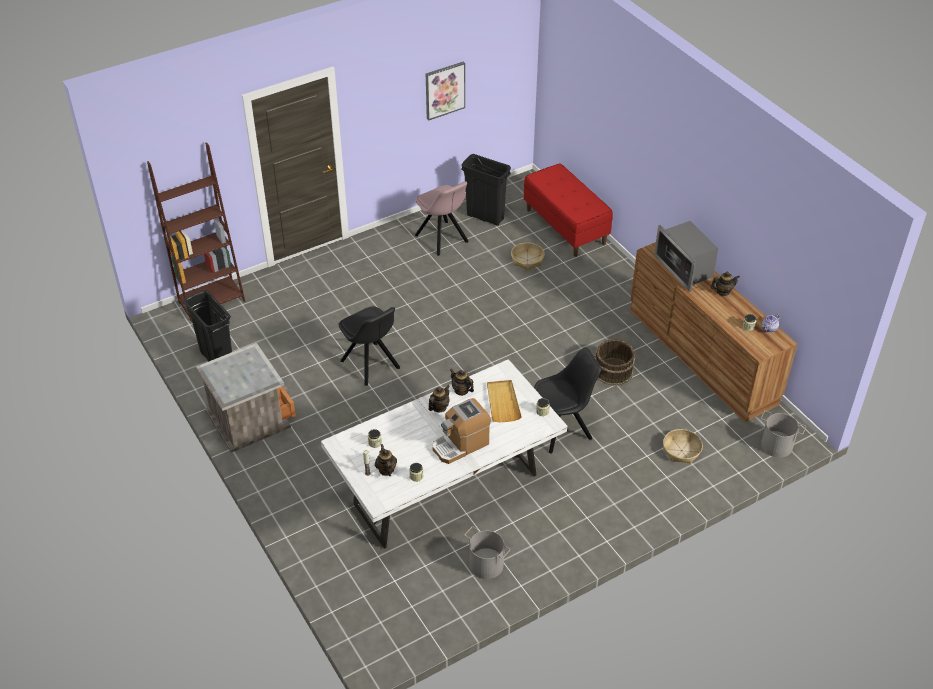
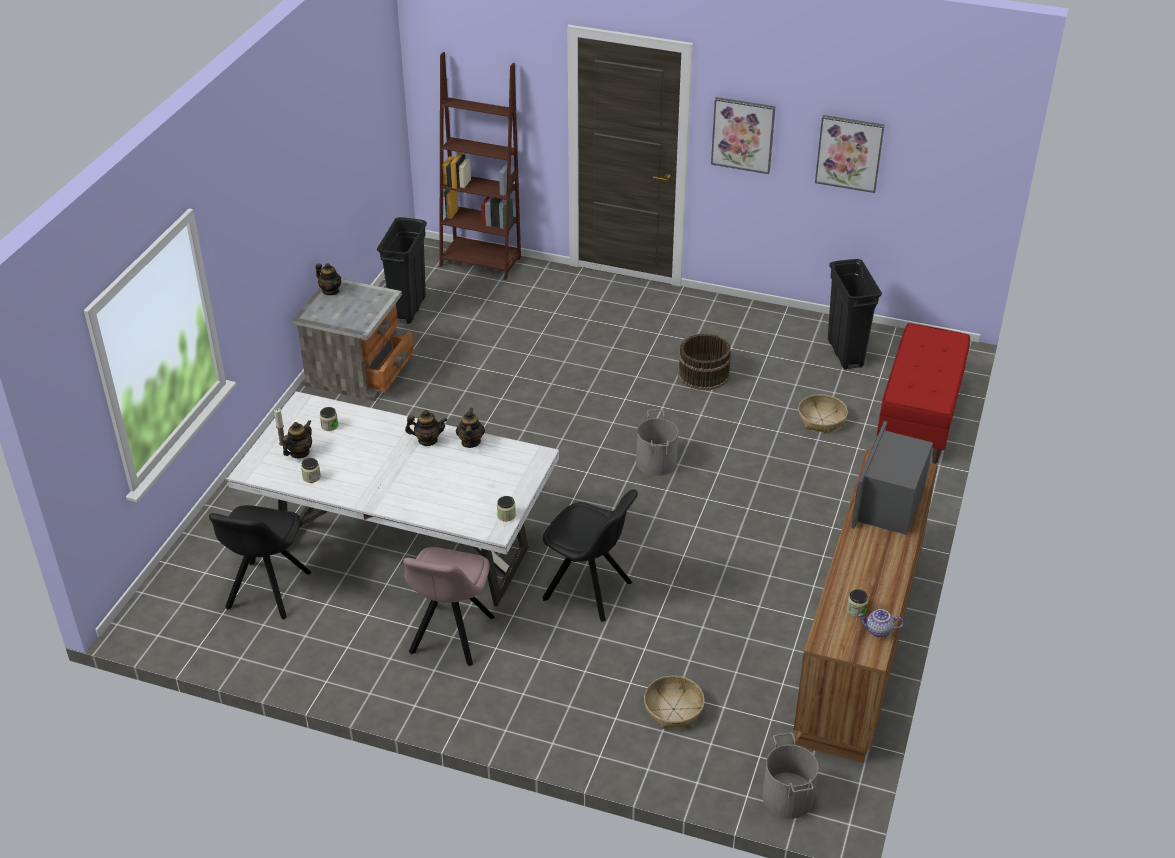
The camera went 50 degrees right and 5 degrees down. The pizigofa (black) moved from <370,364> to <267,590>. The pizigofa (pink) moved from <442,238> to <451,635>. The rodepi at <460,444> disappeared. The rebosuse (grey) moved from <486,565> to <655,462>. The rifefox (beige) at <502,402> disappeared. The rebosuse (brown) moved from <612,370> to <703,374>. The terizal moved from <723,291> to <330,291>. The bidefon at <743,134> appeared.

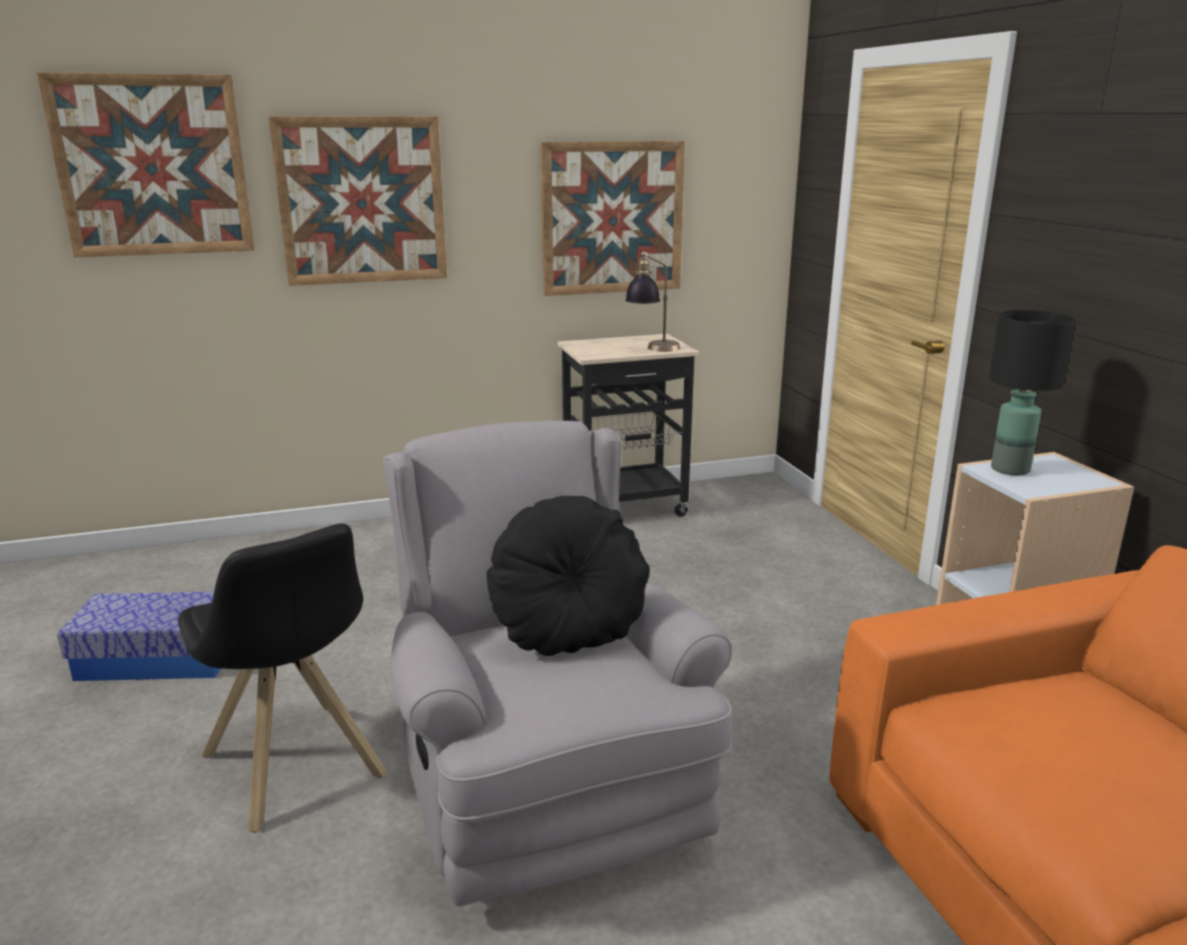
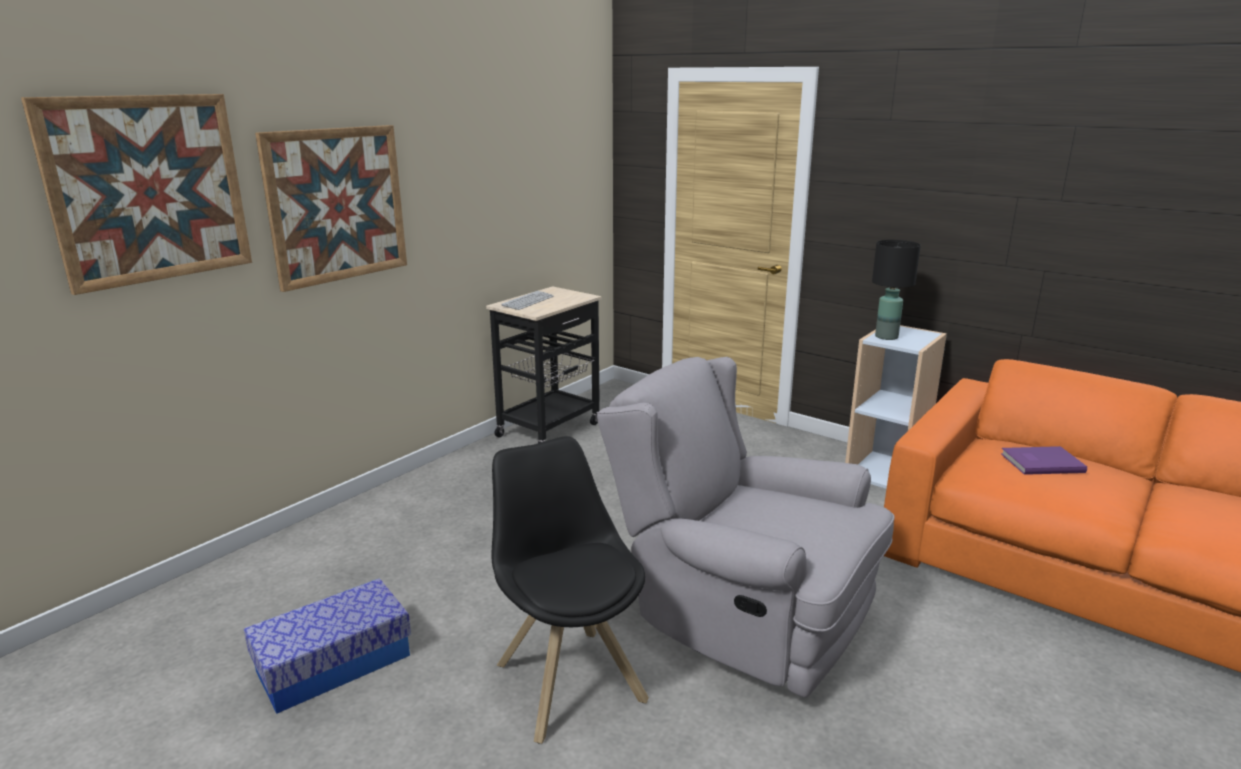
The camera went 35 degrees left and 0 degrees up. The pizigofa (black) at <295,765> turned 135 degrees counterclockwise. The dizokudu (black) at <569,638> disappeared. The bidefon at <612,218> disappeared. The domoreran at <652,350> disappeared. The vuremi at <528,301> appeared. The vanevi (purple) at <1040,462> appeared.

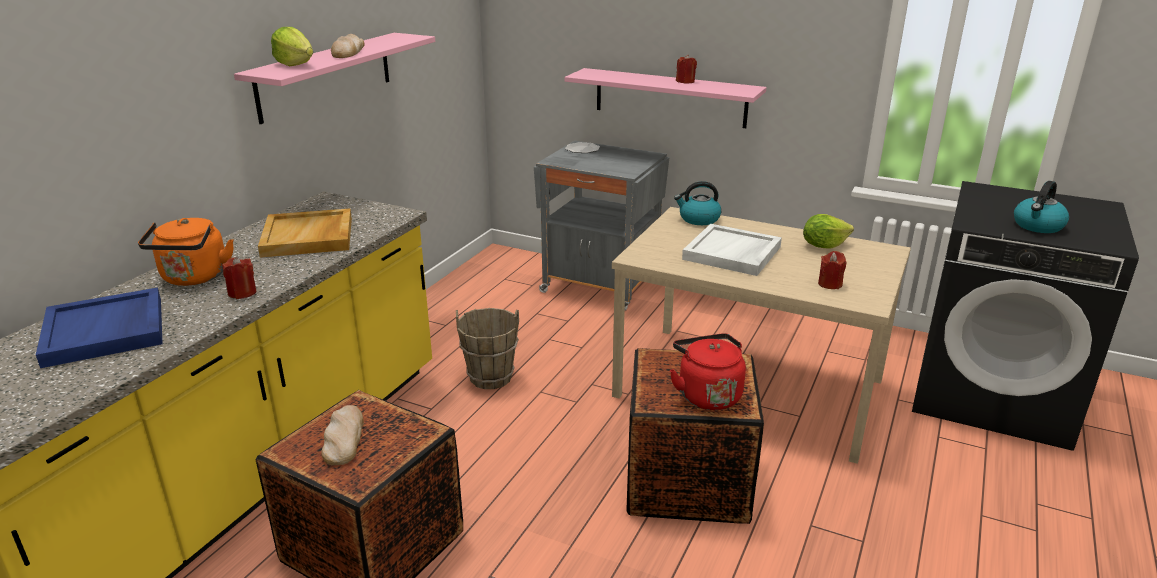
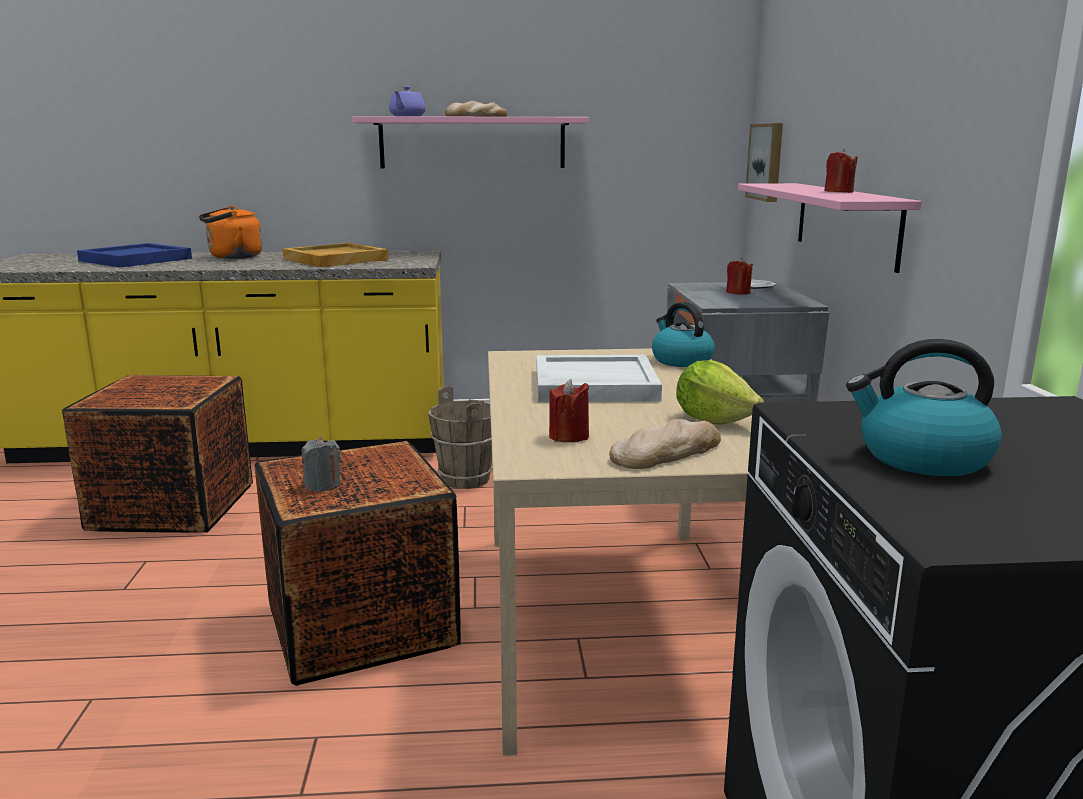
The camera went 60 degrees right and 10 degrees down. The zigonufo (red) moved from <242,293> to <738,292>. The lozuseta at <295,64> was replaced by the terizal (purple) at <407,116>. The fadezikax moved from <343,438> to <666,452>. The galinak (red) at <707,394> was replaced by the zigonufo (grey) at <322,485>. The bidefon at <767,162> appeared.

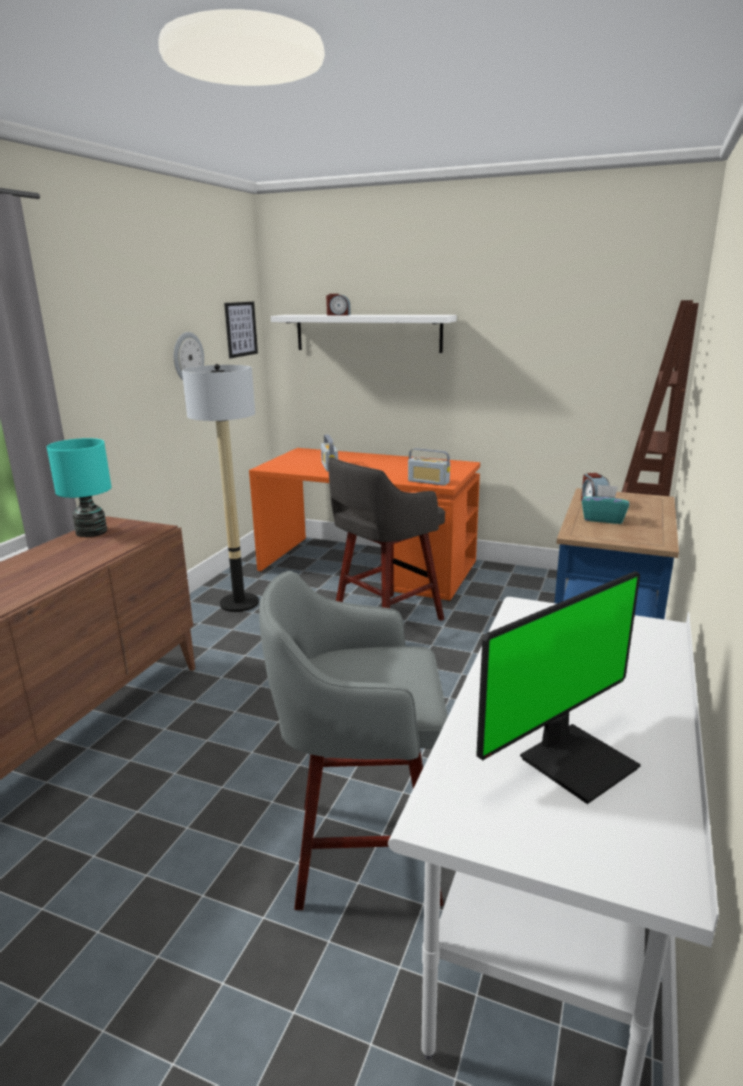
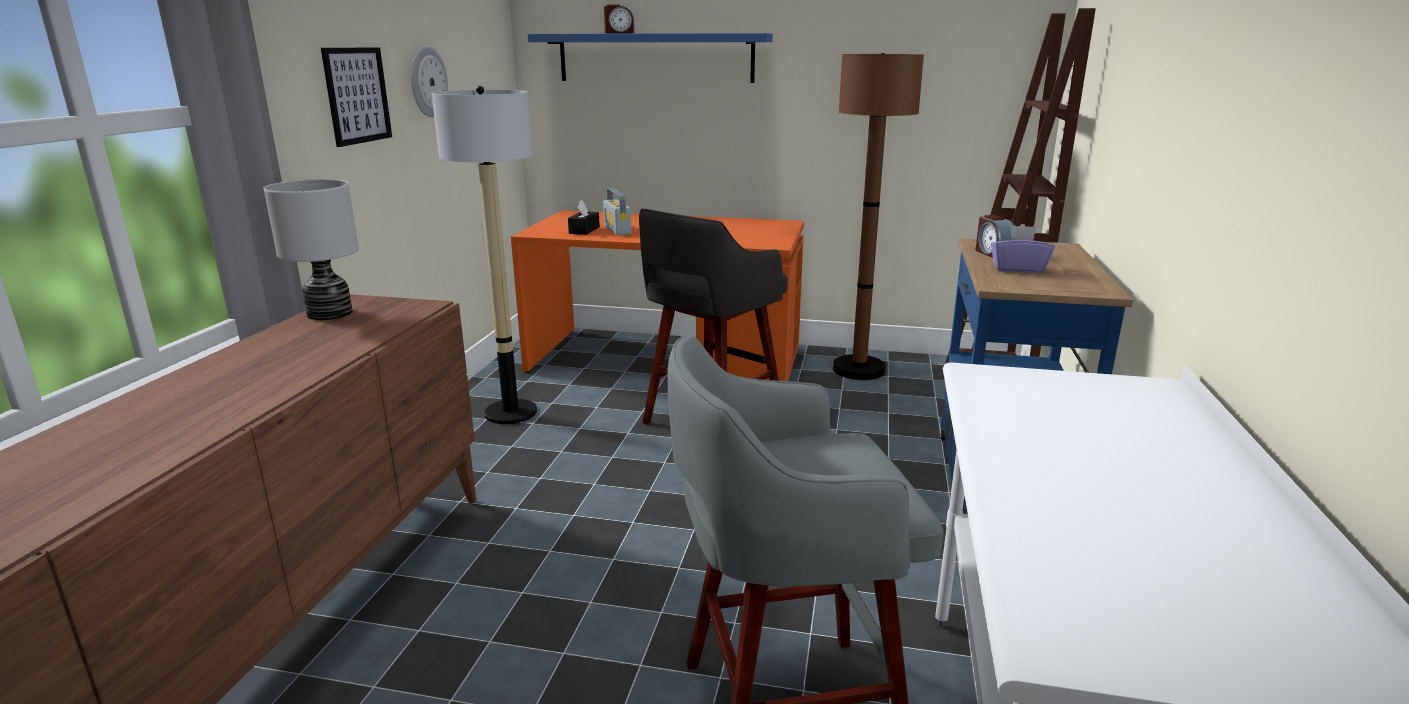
The camera went 10 degrees left and 0 degrees up. The domoreran (turquoise) at <91,532> became the domoreran (grey) at <330,314>. The bidefon moved from <240,329> to <357,95>. The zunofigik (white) at <367,333> became the zunofigik (blue) at <655,58>. The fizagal at <428,482> disappeared. The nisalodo at <575,760> disappeared. The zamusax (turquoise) at <603,519> became the zamusax (purple) at <1018,269>. The zamusax (black) at <584,230> appeared. The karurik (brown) at <858,370> appeared.

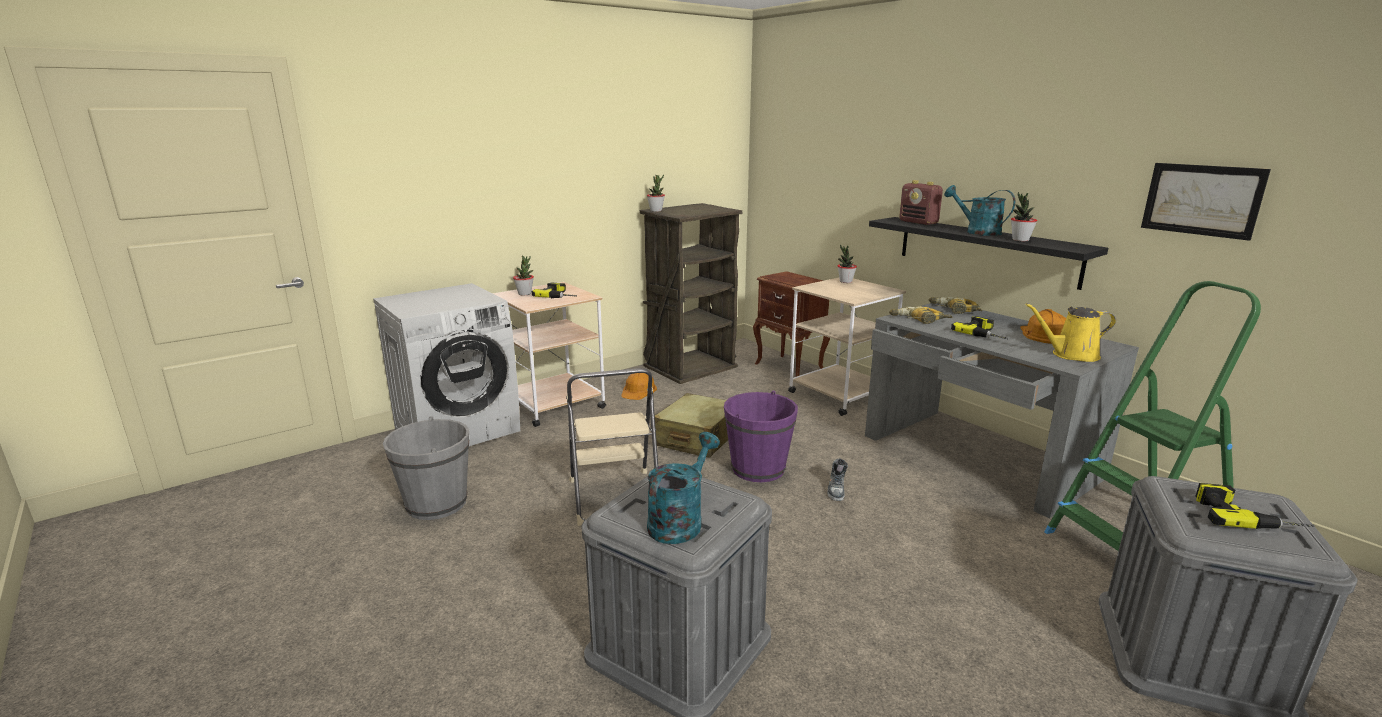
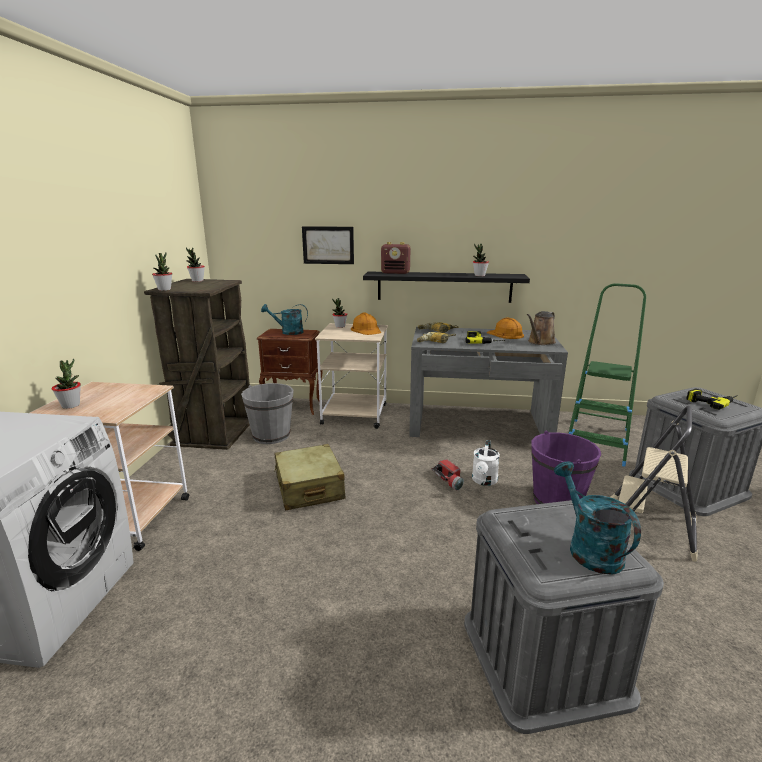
The camera went 45 degrees left and 0 degrees up. The rebosuse (grey) moved from <436,504> to <271,435>. The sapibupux at <560,295> disappeared. The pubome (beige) moved from <614,499> to <653,528>. The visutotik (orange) moved from <638,390> to <366,330>. The rebosuse (purple) moved from <758,469> to <557,500>. The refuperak at <836,489> was replaced by the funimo at <449,480>. The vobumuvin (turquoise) moved from <977,232> to <288,332>. The vobumuvin (yellow) at <1071,355> became the vobumuvin (brown) at <540,342>. The bidefon moved from <1201,200> to <328,245>. The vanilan at <197,281> appeared. The vobumuvin (white) at <484,481> appeared.

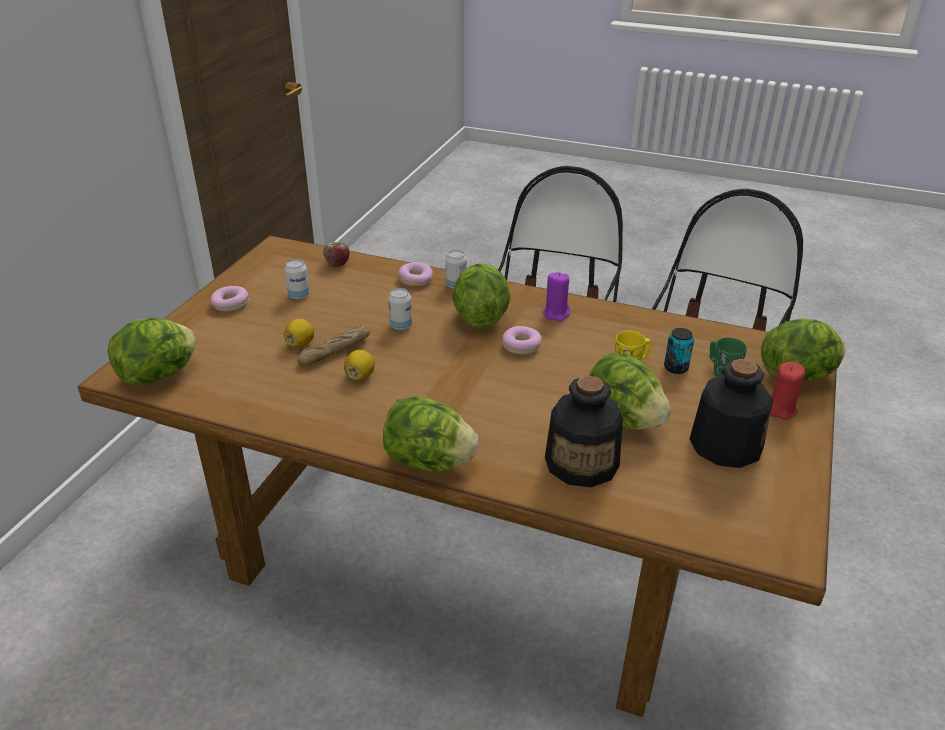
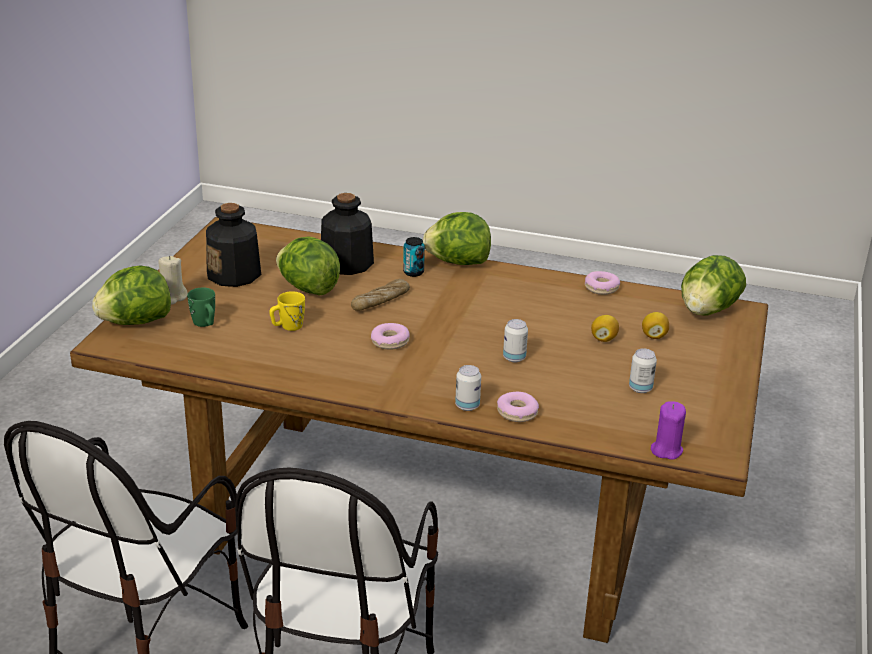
The camera went 175 degrees right and 5 degrees down. The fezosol moved from <230,304> to <601,288>. The fadezikax moved from <335,351> to <380,301>. The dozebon at <337,264> disappeared. The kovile moved from <360,376> to <654,336>. The lozuseta at <479,317> disappeared. The zigonufo (purple) moved from <556,314> to <666,450>. The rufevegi moved from <676,368> to <413,272>. The zigonufo (red) at <780,409> became the zigonufo (beige) at <173,297>.

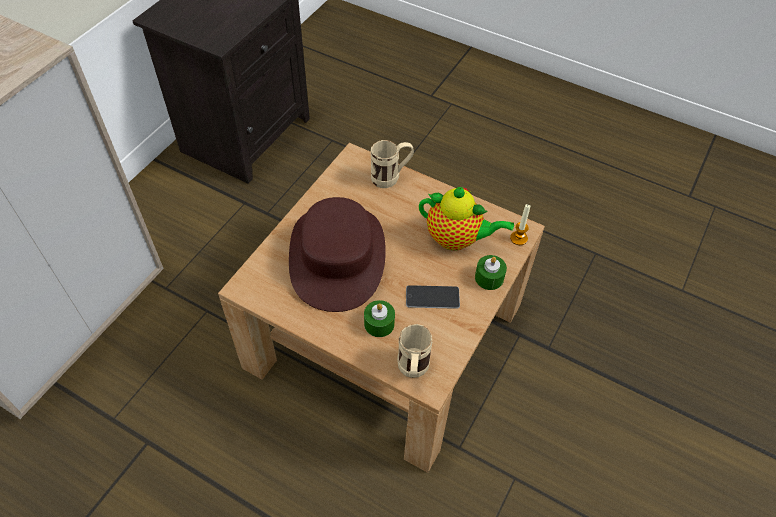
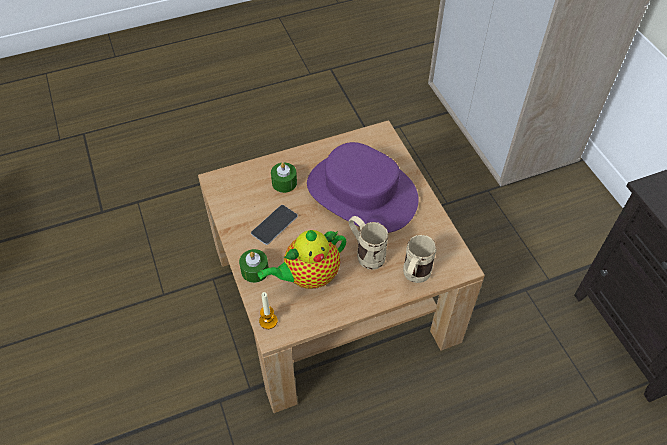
The camera went 130 degrees right and 0 degrees up. The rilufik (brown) at <338,257> became the rilufik (purple) at <361,193>. The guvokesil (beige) moved from <412,371> to <366,253>.

